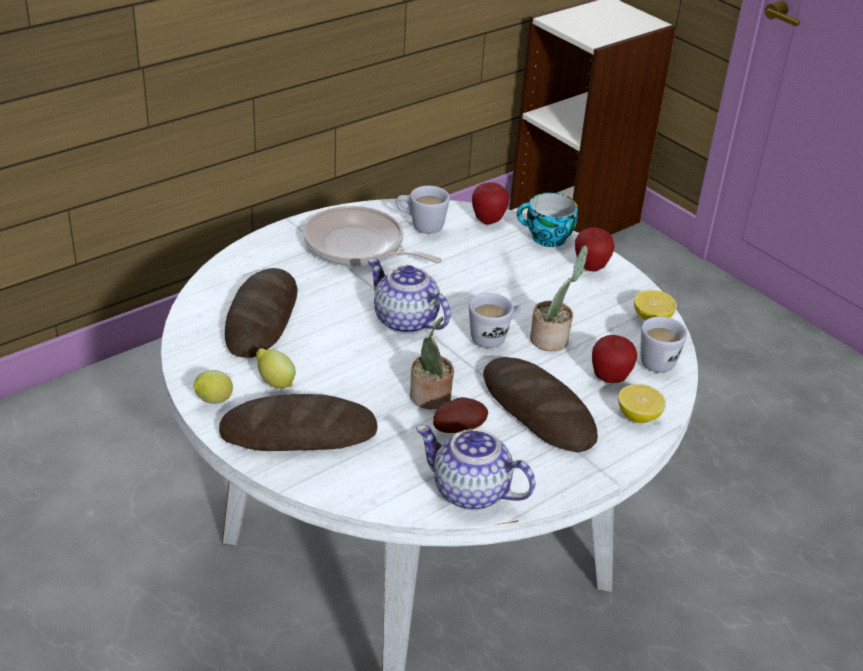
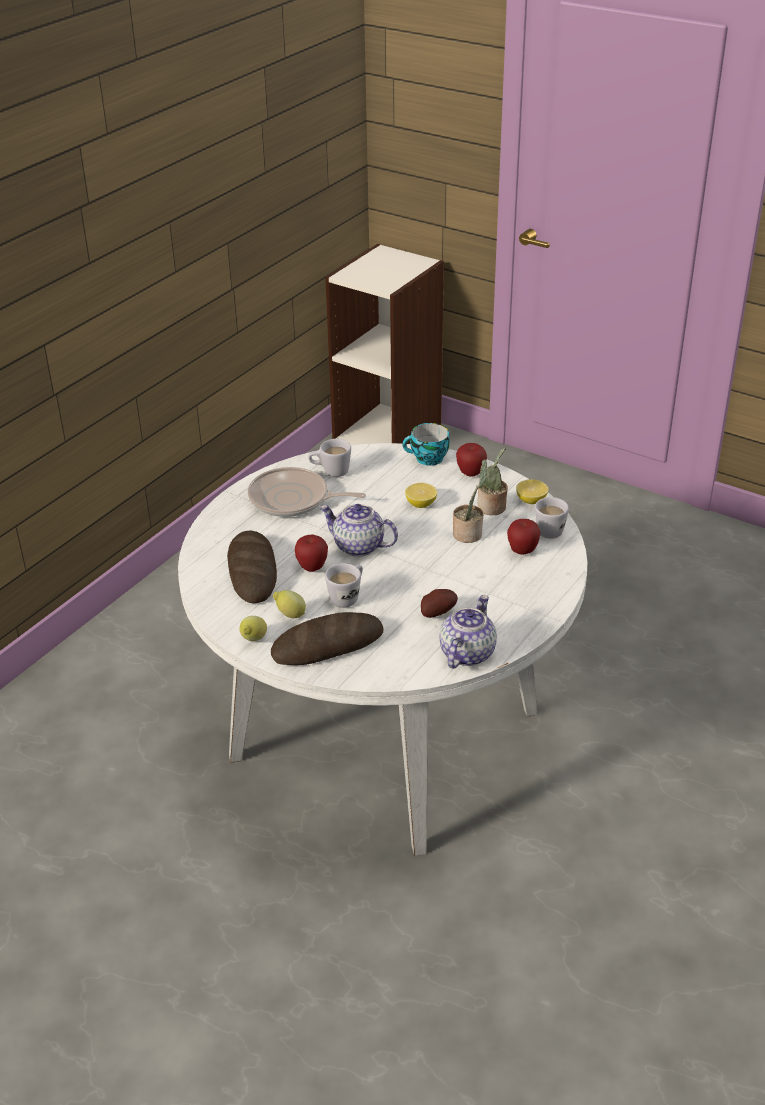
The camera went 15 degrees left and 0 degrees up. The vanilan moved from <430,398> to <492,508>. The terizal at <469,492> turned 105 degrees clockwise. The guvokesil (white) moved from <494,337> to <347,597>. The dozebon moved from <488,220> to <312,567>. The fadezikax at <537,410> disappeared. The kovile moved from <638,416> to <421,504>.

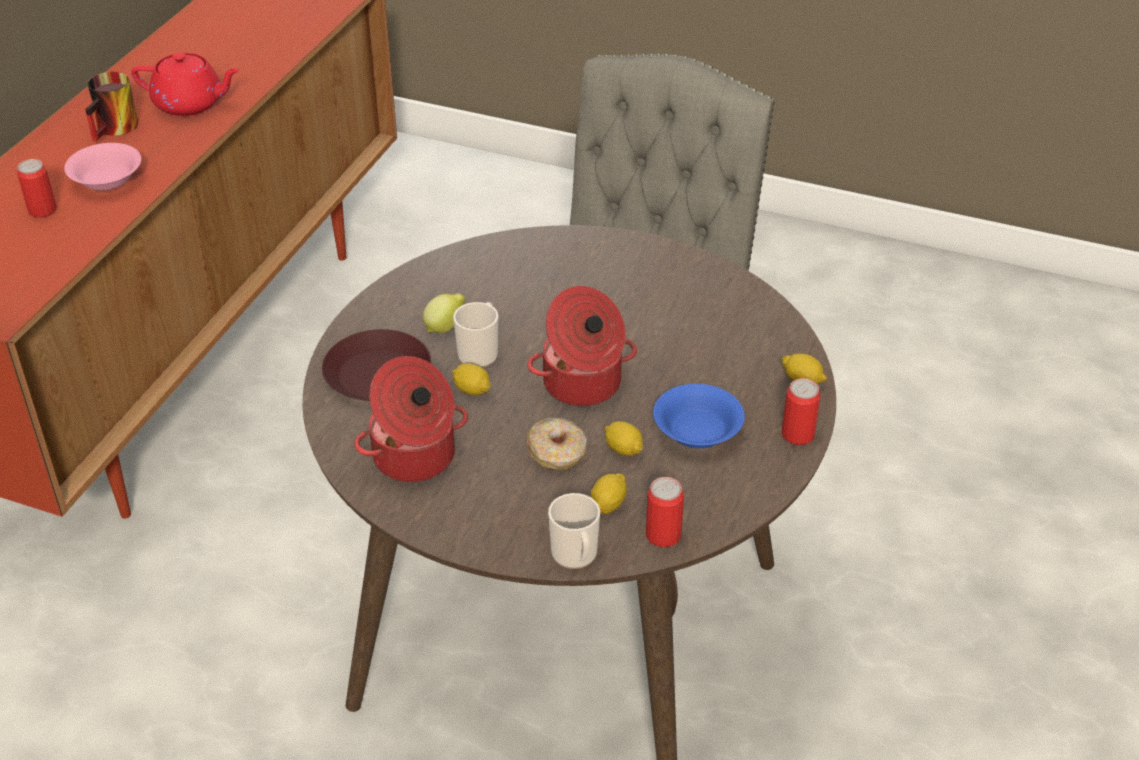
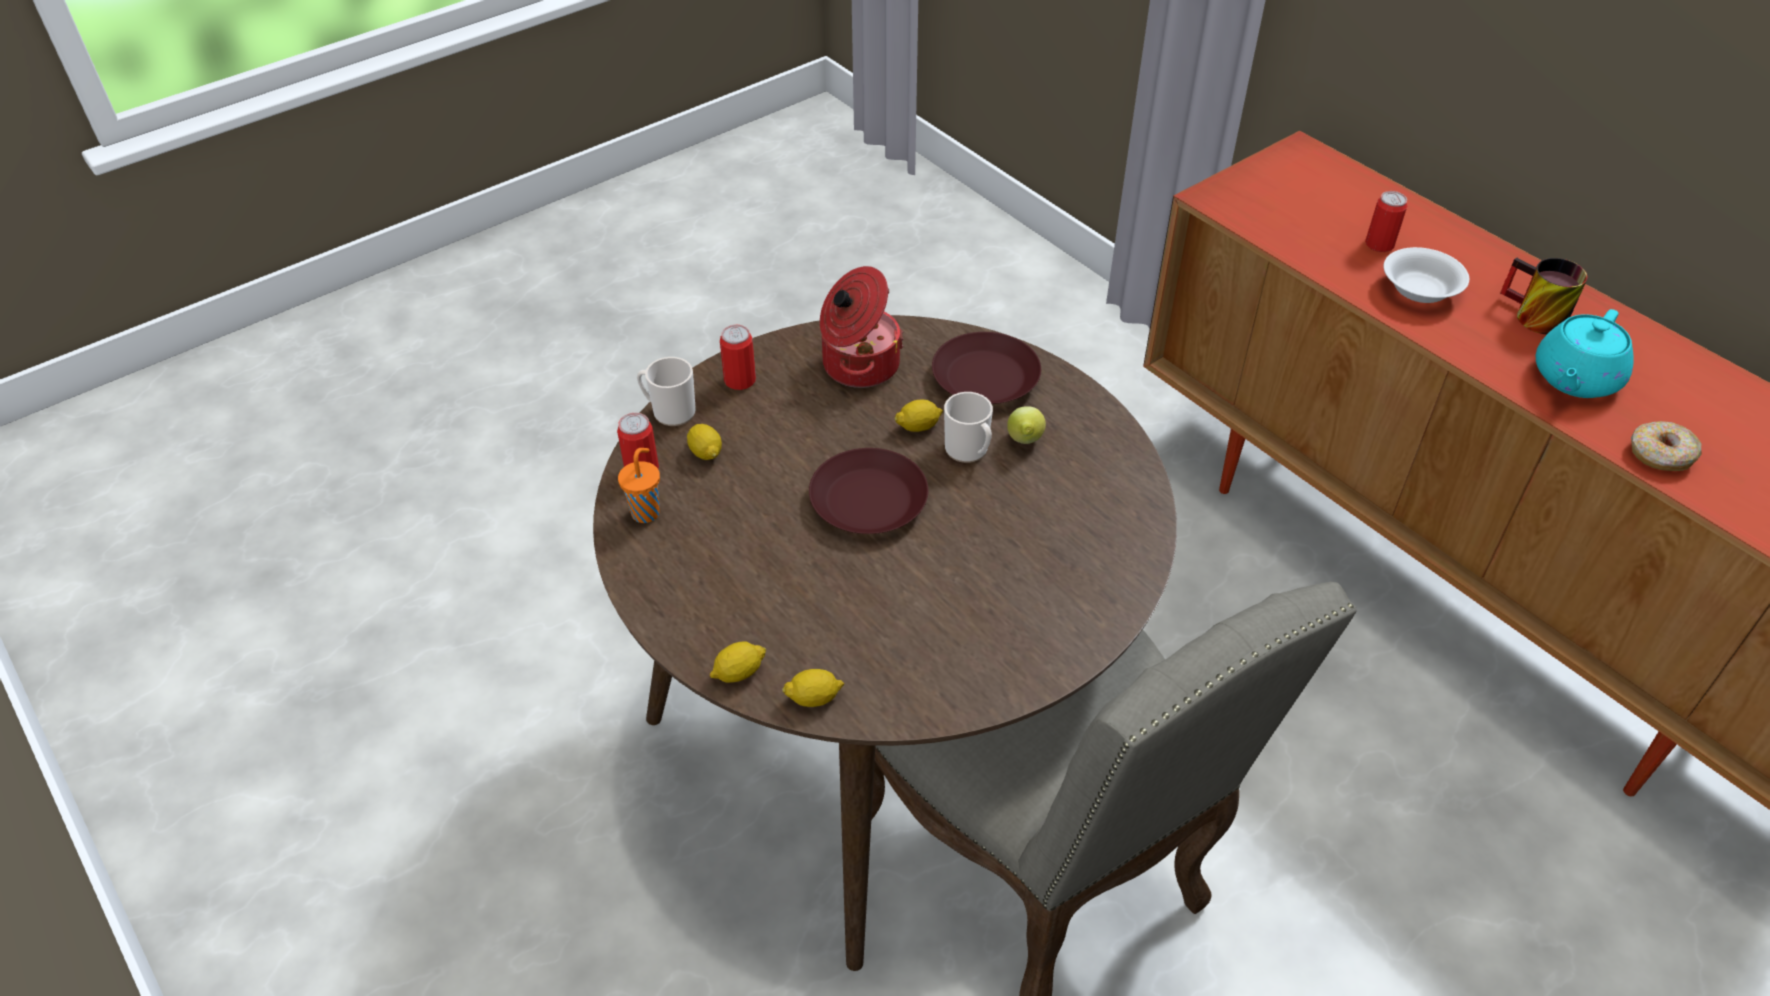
The camera went 120 degrees right and 5 degrees up. The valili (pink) at <107,181> became the valili (white) at <1418,290>. The terizal (red) at <190,104> became the terizal (turquoise) at <1574,379>. The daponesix at <582,385> was replaced by the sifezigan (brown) at <867,501>. The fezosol moved from <557,452> to <1660,455>. The kovile moved from <623,449> to <814,698>. The valili (blue) at <696,432> disappeared. The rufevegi moved from <798,434> to <740,380>. The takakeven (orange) at <646,512> appeared.

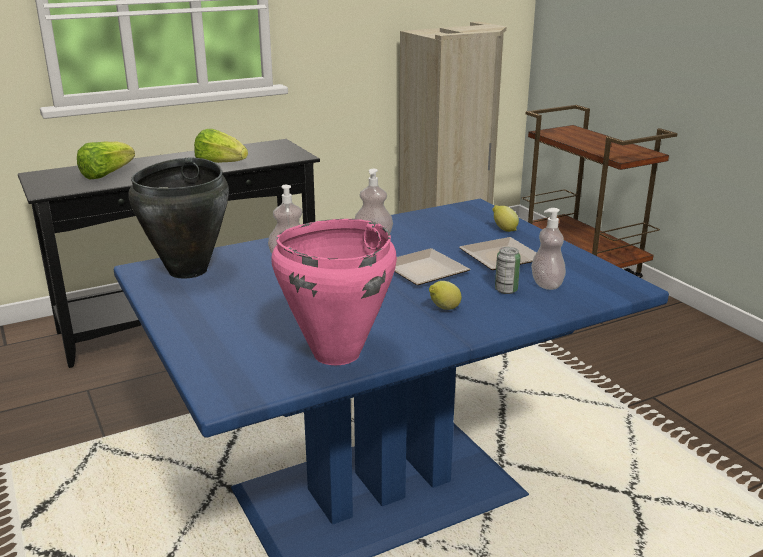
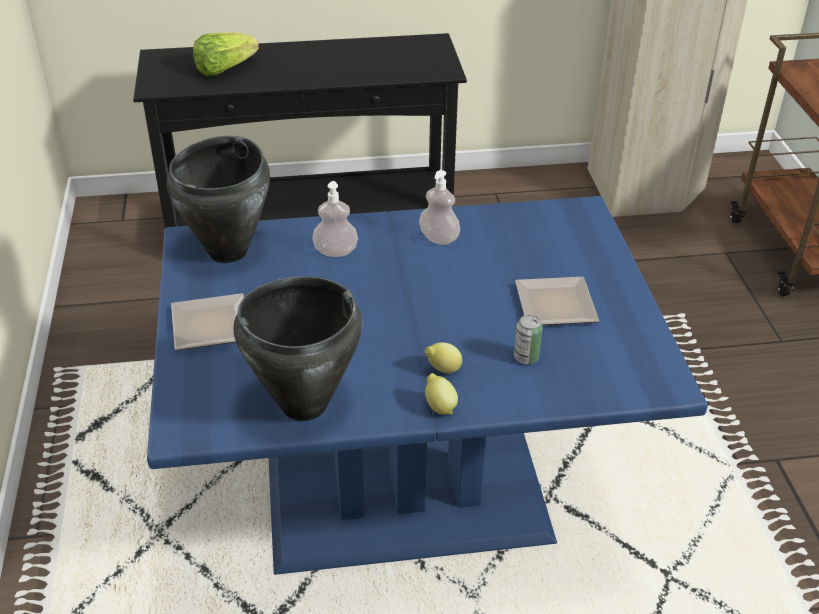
The camera went 20 degrees right and 15 degrees up. The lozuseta at <220,163> disappeared. The daponesix (pink) at <335,353> became the daponesix (black) at <303,404>. The sifezigan moved from <424,272> to <208,328>. The kovile moved from <504,230> to <439,406>. The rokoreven at <546,284> disappeared.

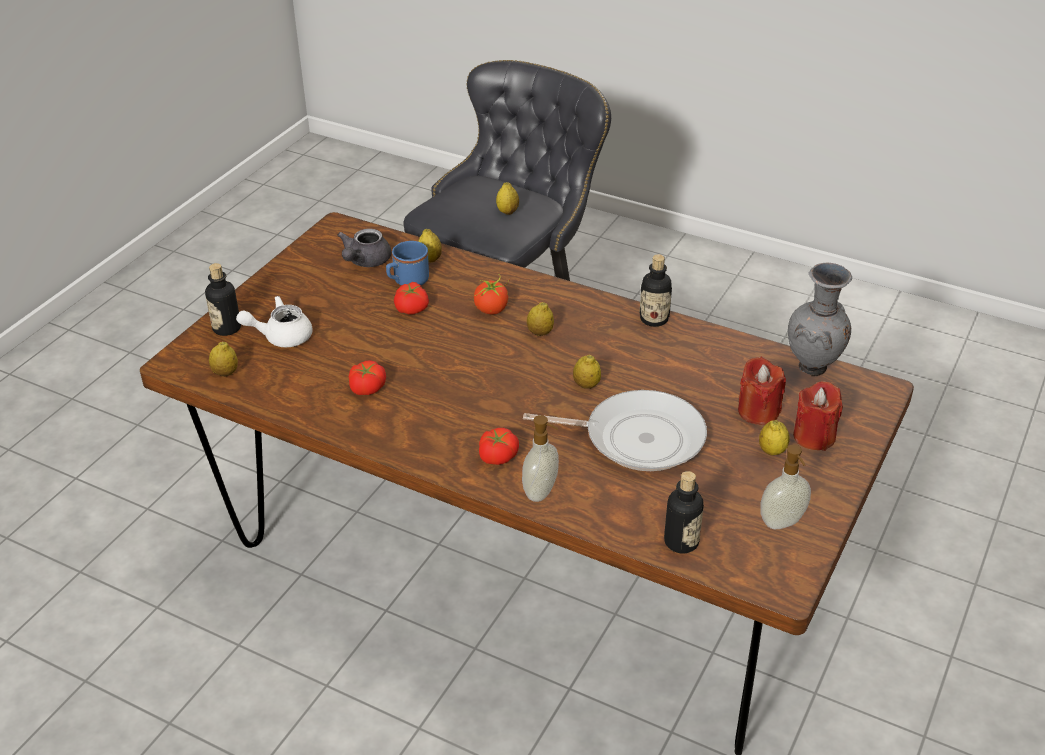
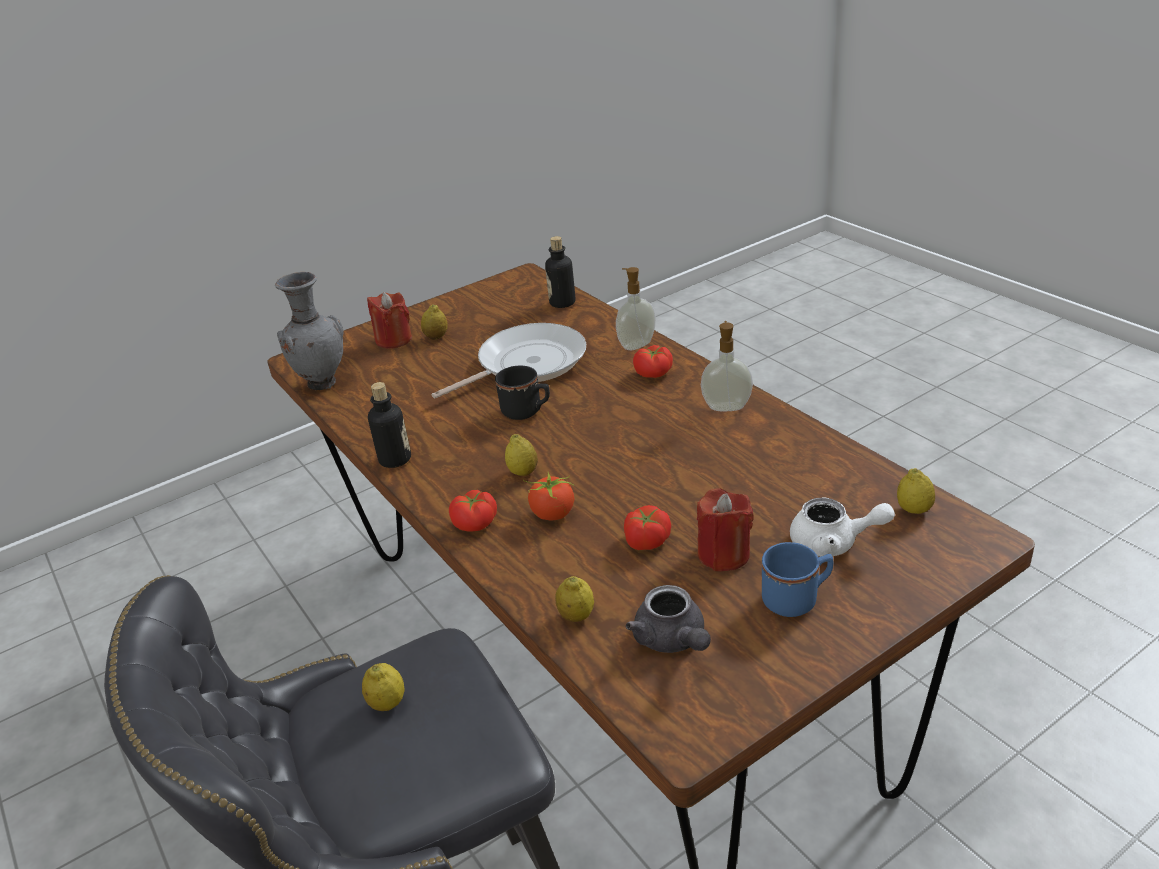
The camera went 150 degrees left and 5 degrees down. The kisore at <227,328> disappeared. The terizal (grey) at <365,261> turned 105 degrees clockwise. The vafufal moved from <367,388> to <476,524>. The guvokesil (blue) moved from <407,282> to <797,599>. The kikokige at <637,438> turned 105 degrees clockwise. The kovile at <586,385> was replaced by the guvokesil (black) at <527,411>. The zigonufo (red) moved from <758,411> to <723,554>. The rokoreven moved from <782,522> to <726,406>.

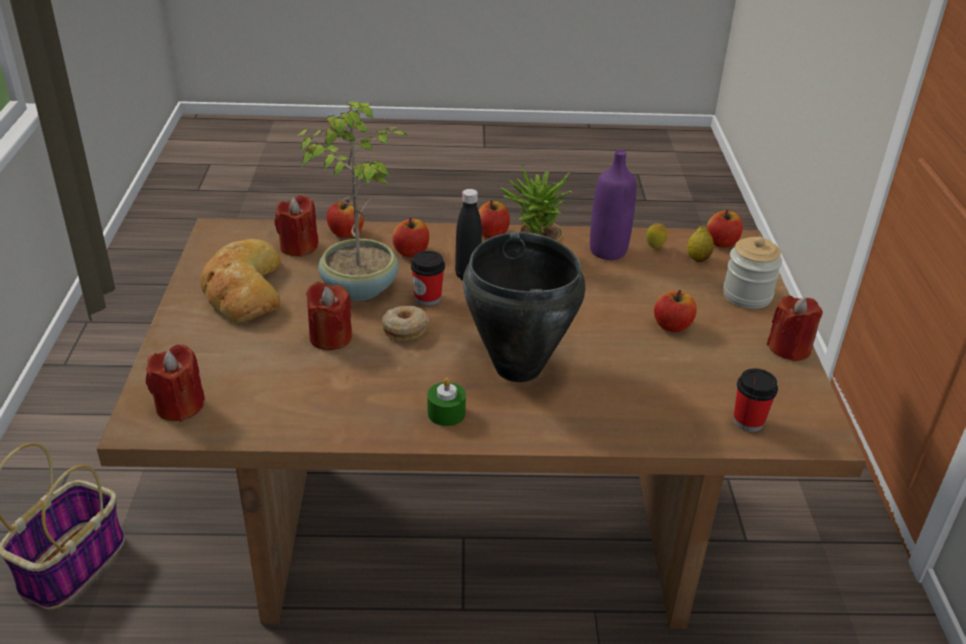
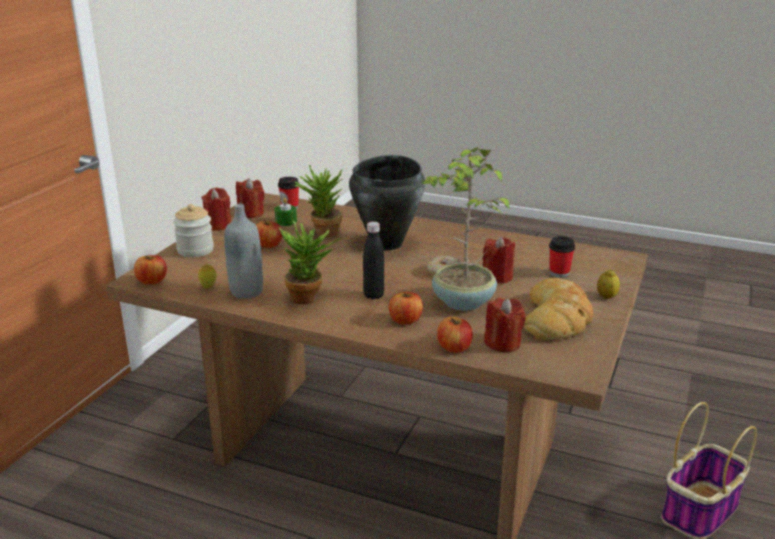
The camera went 155 degrees left and 10 degrees down. The zigonufo (red) moved from <180,406> to <251,213>. The takakeven moved from <427,298> to <559,273>. The zigonufo (green) moved from <446,413> to <286,221>. The dozebon at <492,233> disappeared. The kisore (purple) at <608,251> became the kisore (grey) at <246,292>. The kovile moved from <698,259> to <606,297>. The vanilan at <322,233> appeared.

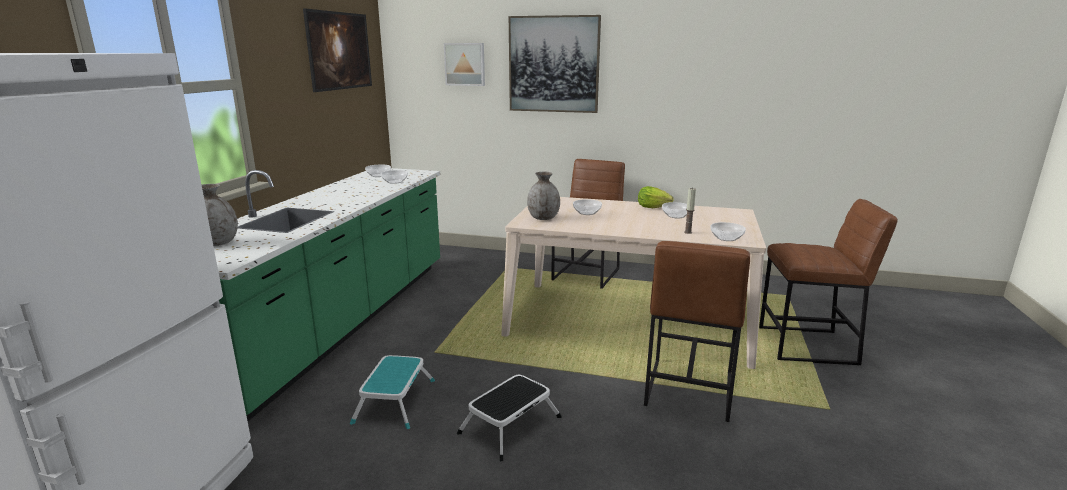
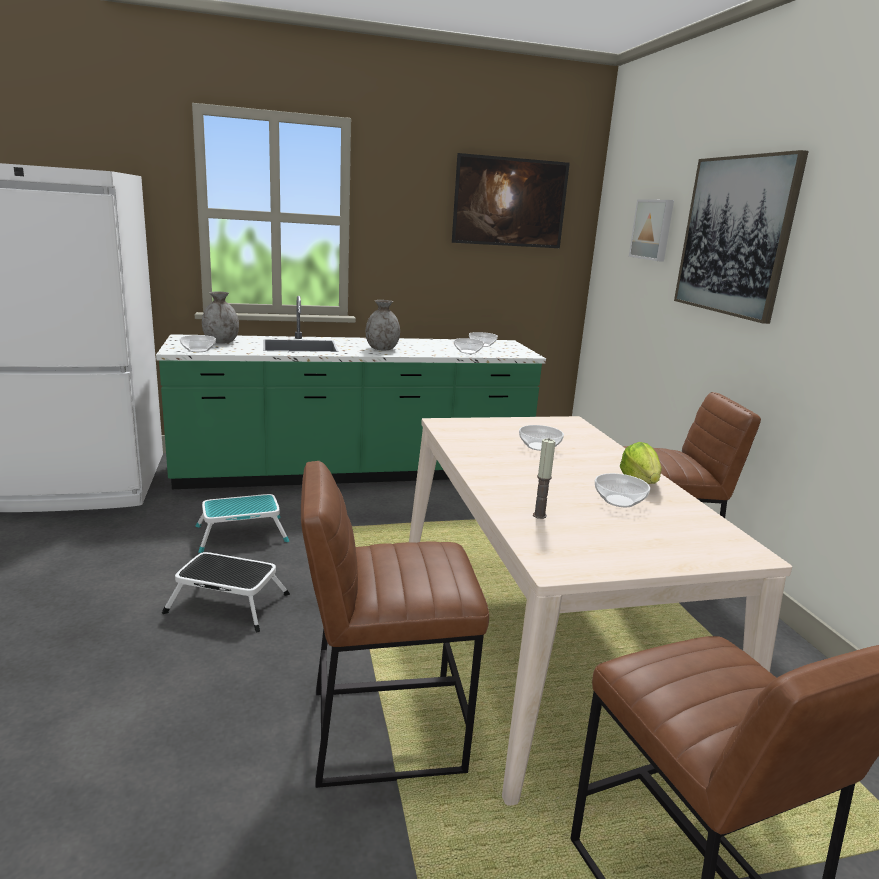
The camera went 60 degrees right and 0 degrees up. The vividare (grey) moved from <543,218> to <381,349>. The valili moved from <727,238> to <198,350>.

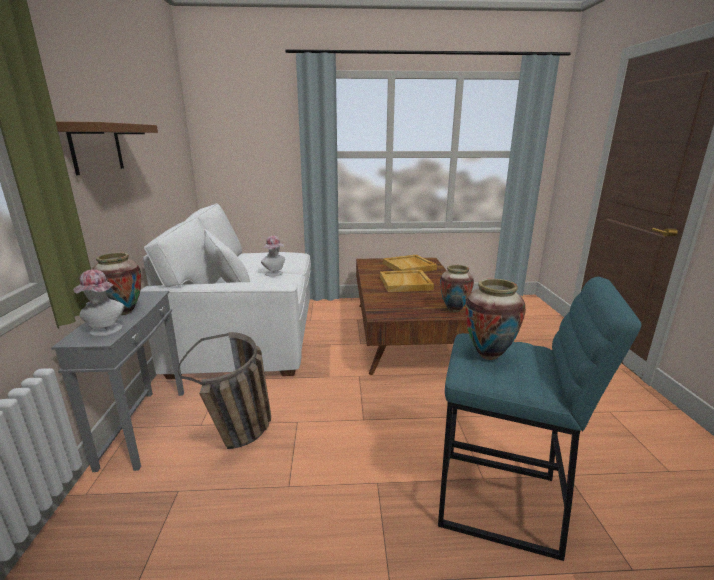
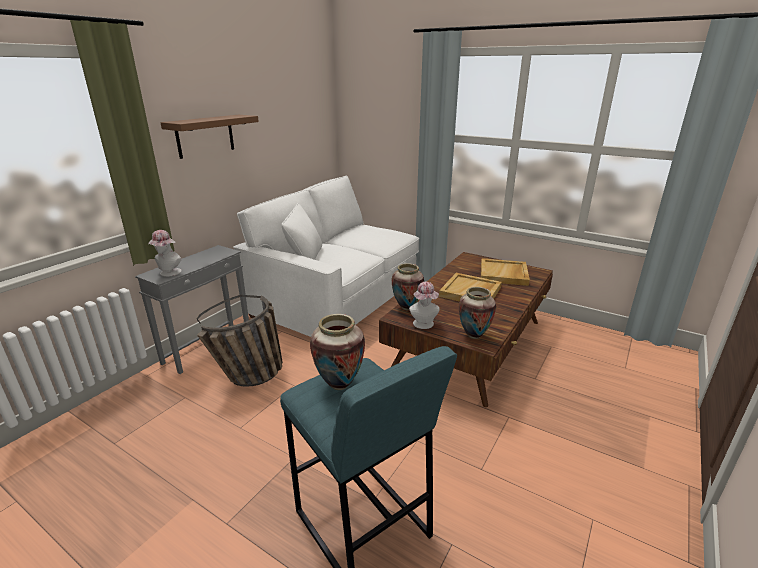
The camera went 35 degrees right and 5 degrees up. The vividare moved from <124,312> to <406,308>. The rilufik moved from <275,274> to <424,325>.

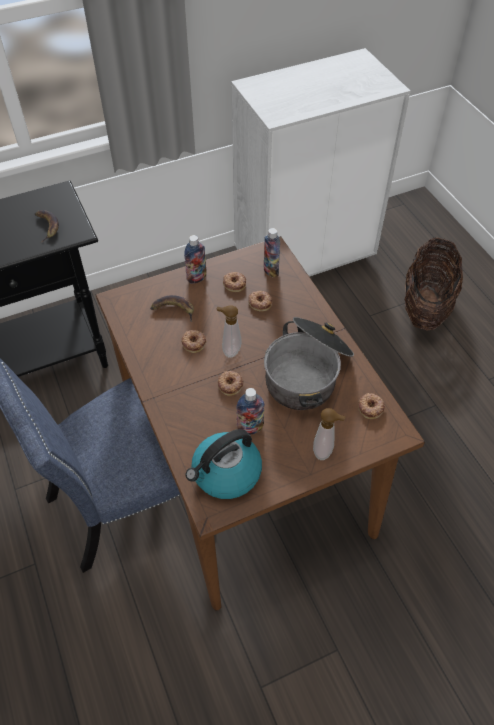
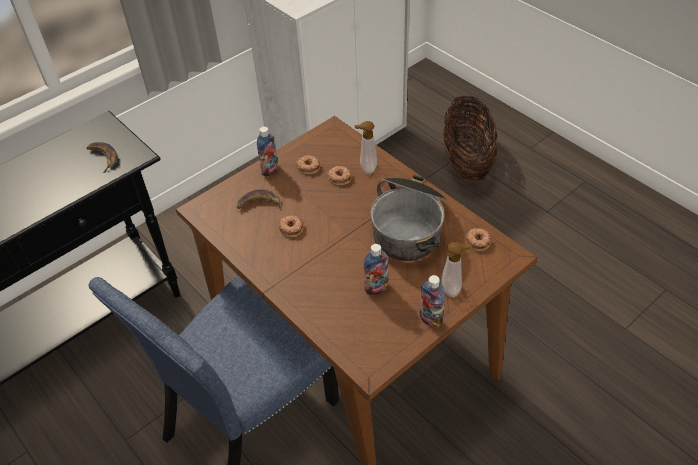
The camera went 15 degrees left and 5 degrees down. The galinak at <226,474> disappeared. The rokoreven moved from <229,350> to <366,168>. The fezosol at <230,384> disappeared. The kisore moved from <271,271> to <430,319>.

